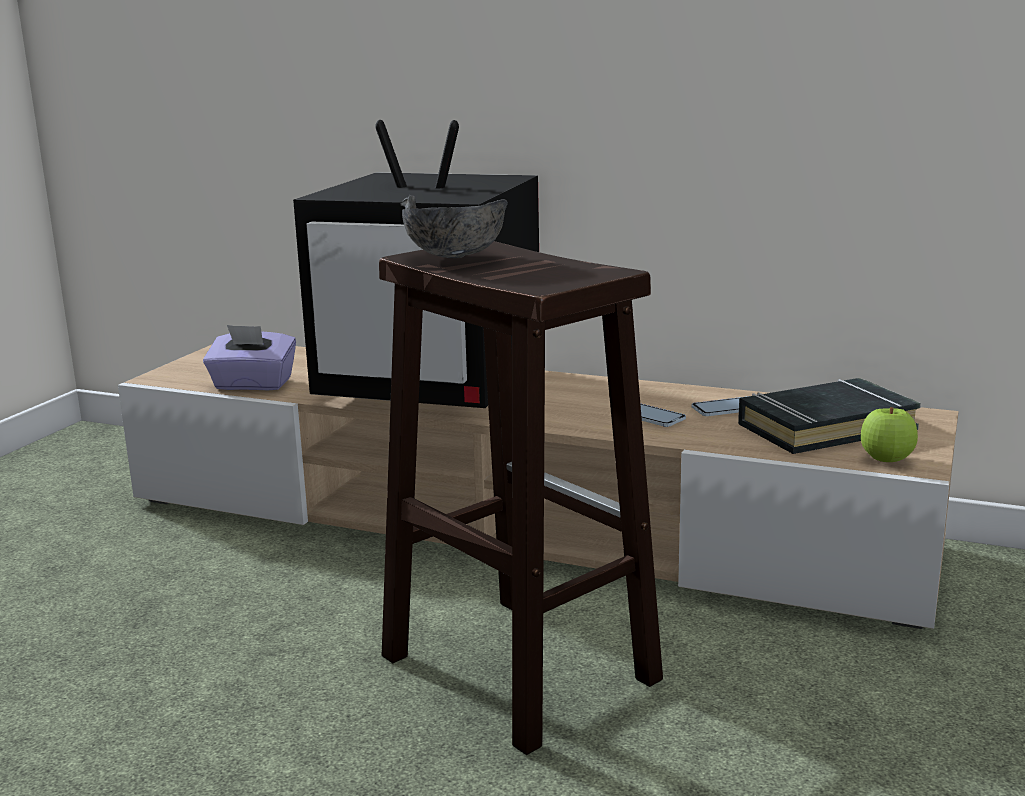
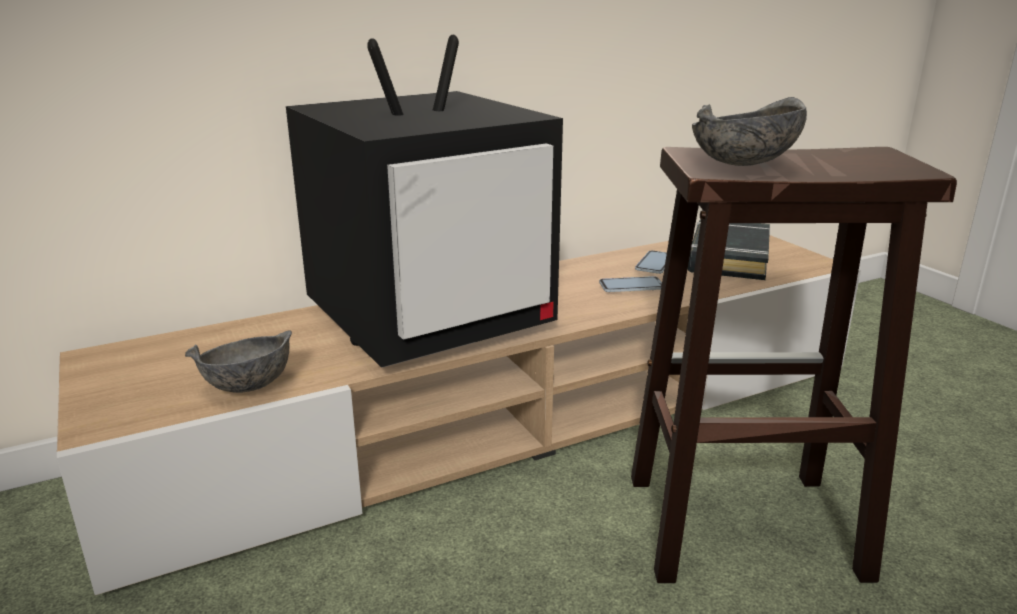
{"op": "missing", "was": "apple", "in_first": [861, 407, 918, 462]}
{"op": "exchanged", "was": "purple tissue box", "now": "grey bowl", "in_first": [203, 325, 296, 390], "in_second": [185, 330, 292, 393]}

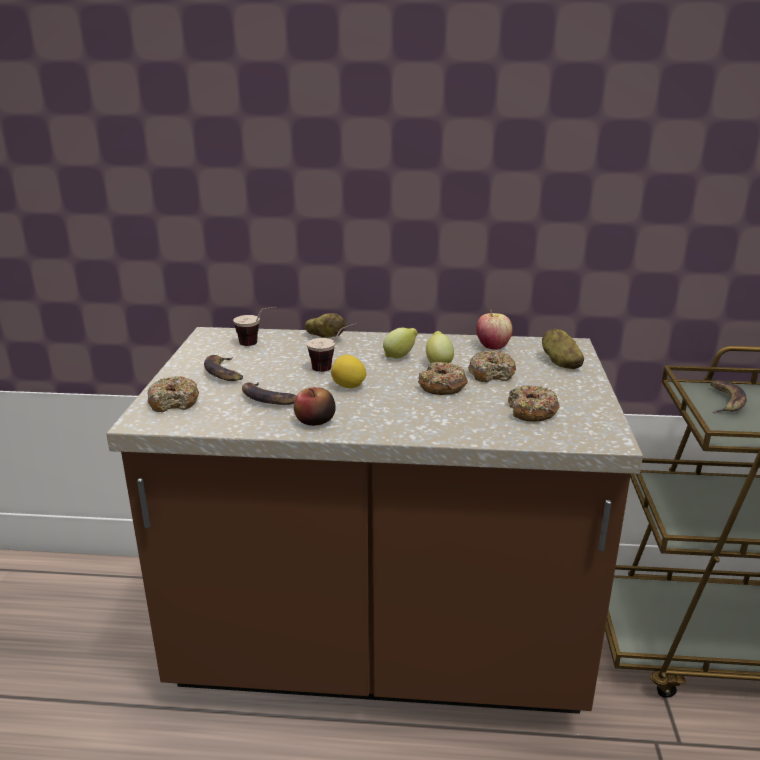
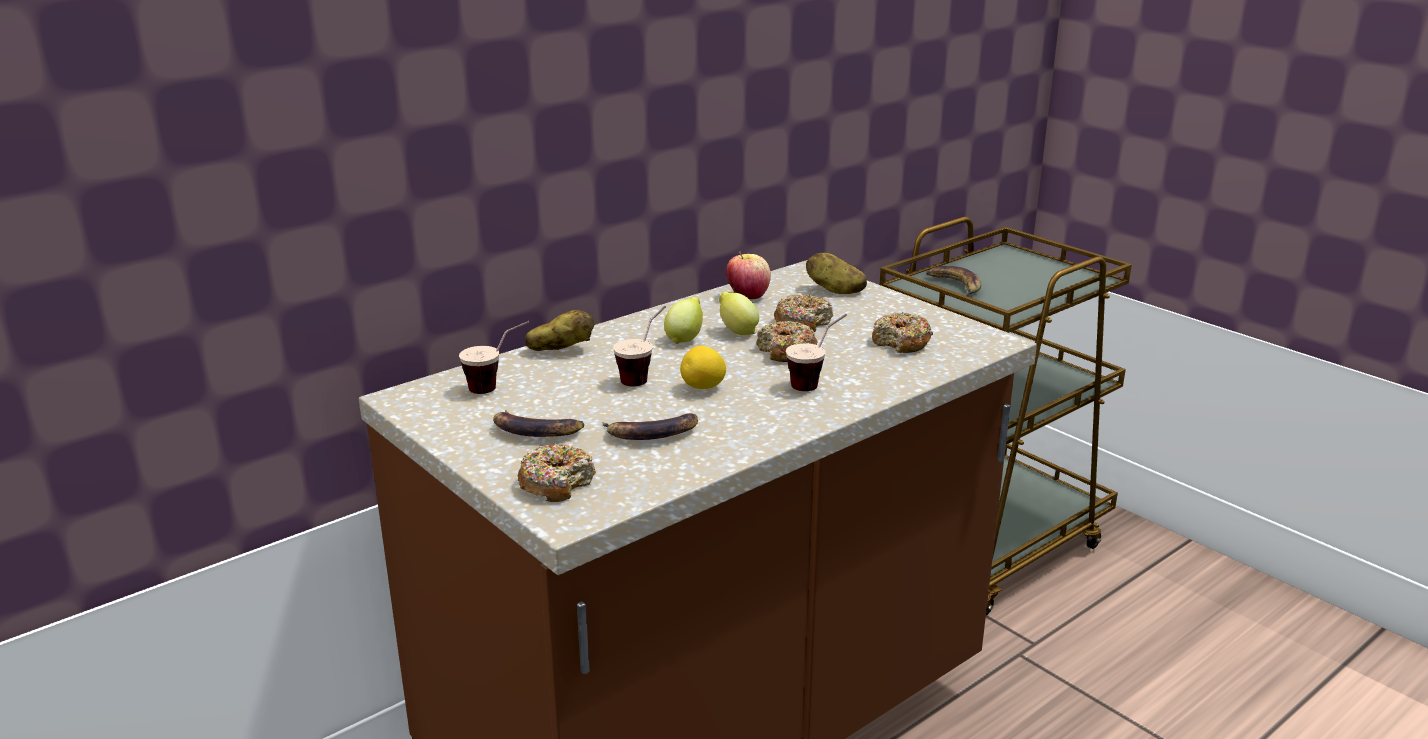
{"op": "missing", "was": "apple", "in_first": [294, 387, 336, 426]}
{"op": "appeared", "now": "cup", "in_second": [786, 314, 847, 391]}

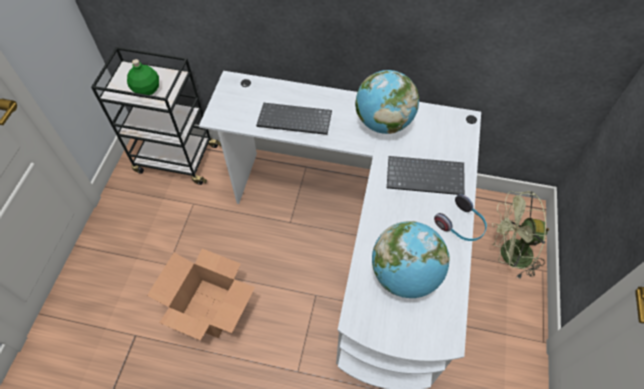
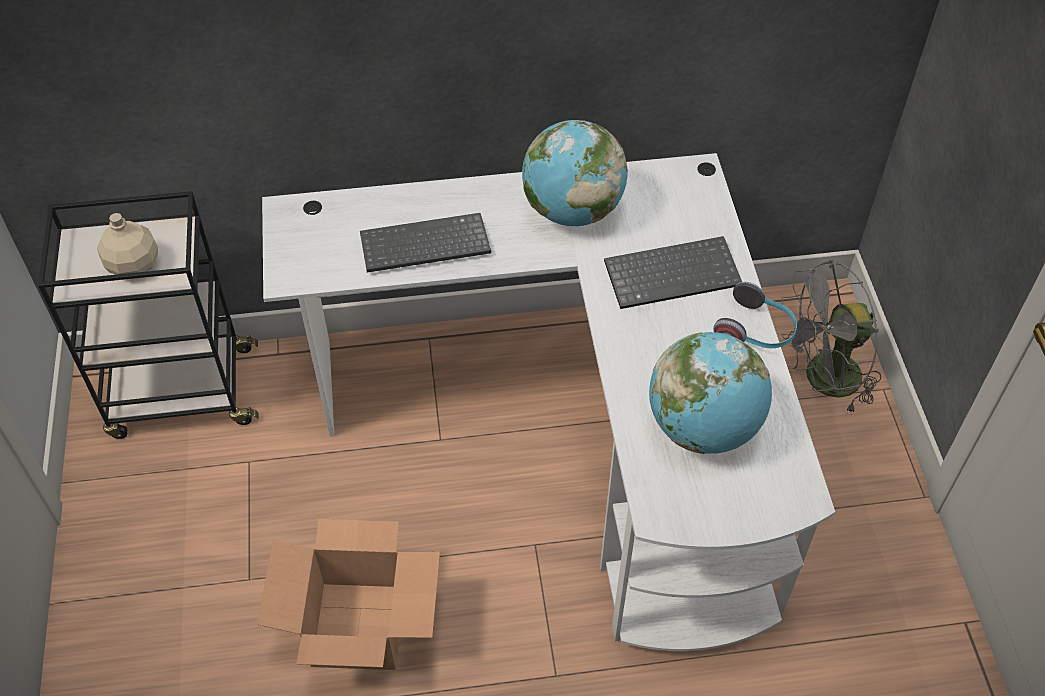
{"op": "colour", "was": "green bottle", "now": "beige bottle", "in_first": [127, 59, 159, 95], "in_second": [97, 213, 158, 275]}
{"op": "colour", "was": "green fan", "now": "grey fan", "in_first": [492, 191, 550, 280], "in_second": [781, 260, 881, 415]}

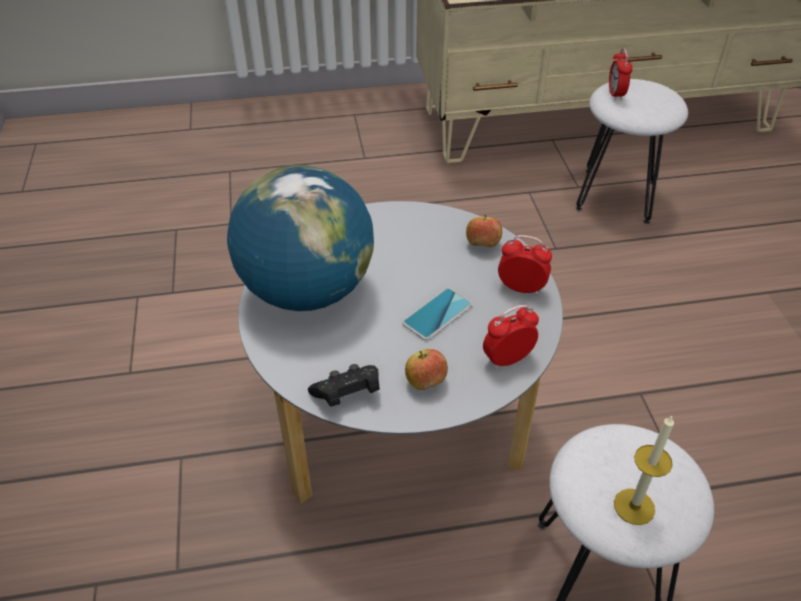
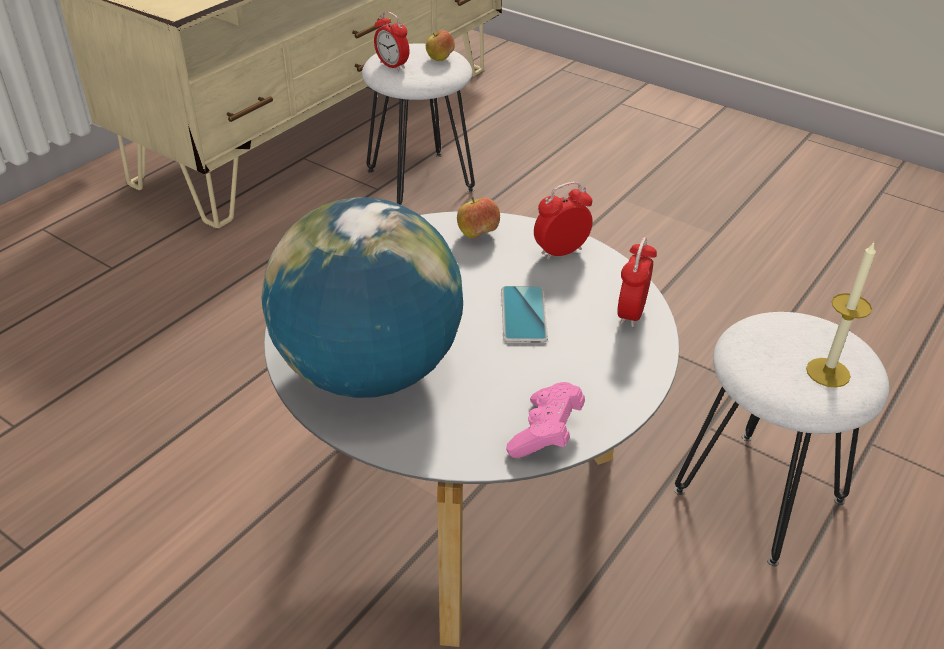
{"op": "relocated", "was": "apple", "in_first": [405, 349, 448, 390], "in_second": [426, 30, 455, 61]}
{"op": "colour", "was": "black game controller", "now": "pink game controller", "in_first": [308, 364, 380, 407], "in_second": [506, 382, 585, 458]}

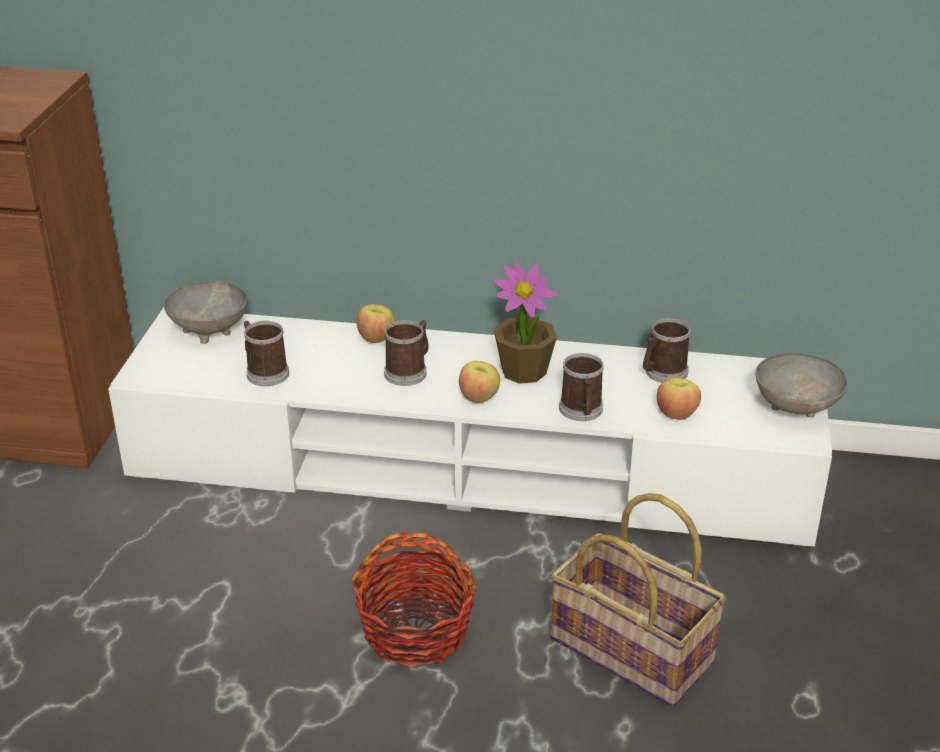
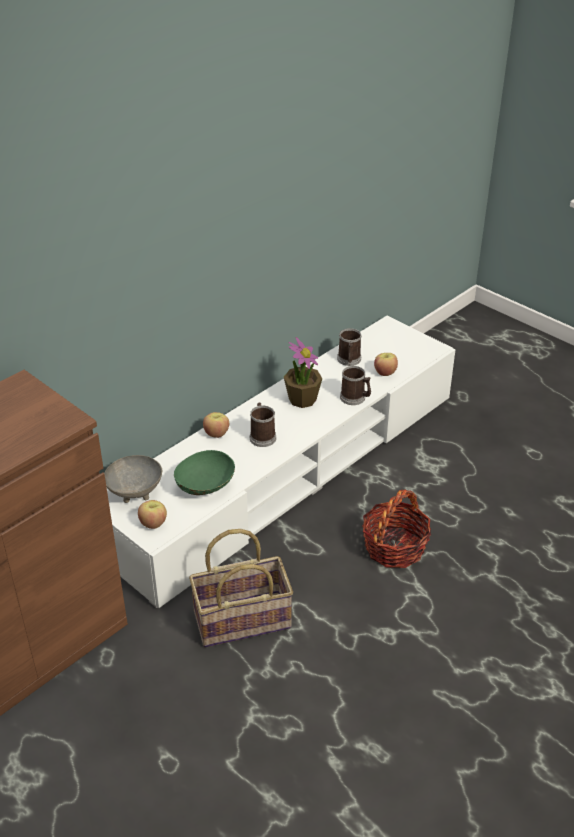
{"op": "missing", "was": "grey bowl", "in_first": [755, 353, 848, 417]}
{"op": "relocated", "was": "apple", "in_first": [459, 361, 500, 403], "in_second": [138, 500, 167, 529]}
{"op": "relocated", "was": "basket", "in_first": [551, 493, 727, 707], "in_second": [189, 529, 293, 647]}
{"op": "exchanged", "was": "mug", "now": "green bowl", "in_first": [244, 321, 289, 386], "in_second": [174, 450, 235, 495]}

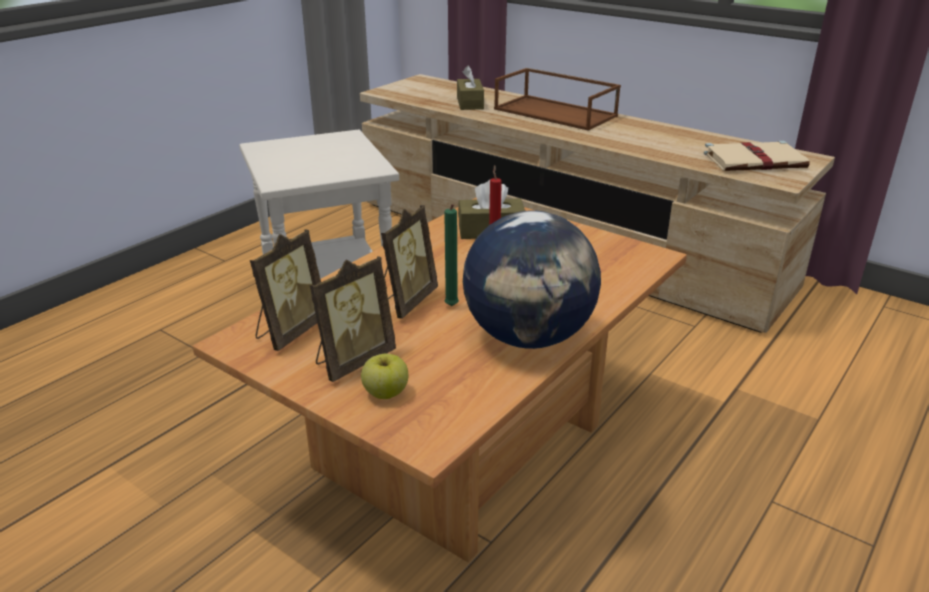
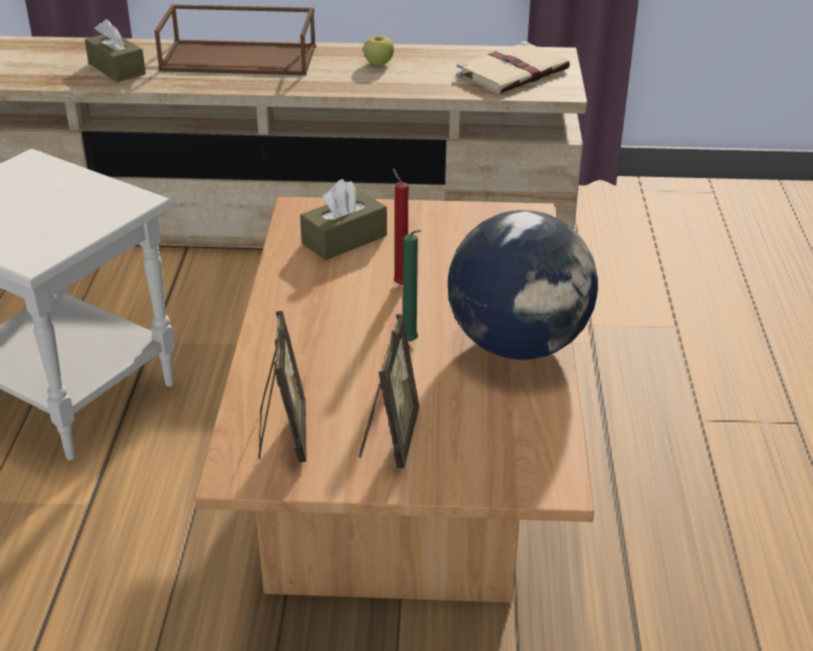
{"op": "missing", "was": "picture frame", "in_first": [381, 205, 438, 319]}
{"op": "relocated", "was": "apple", "in_first": [361, 354, 408, 399], "in_second": [363, 35, 394, 65]}

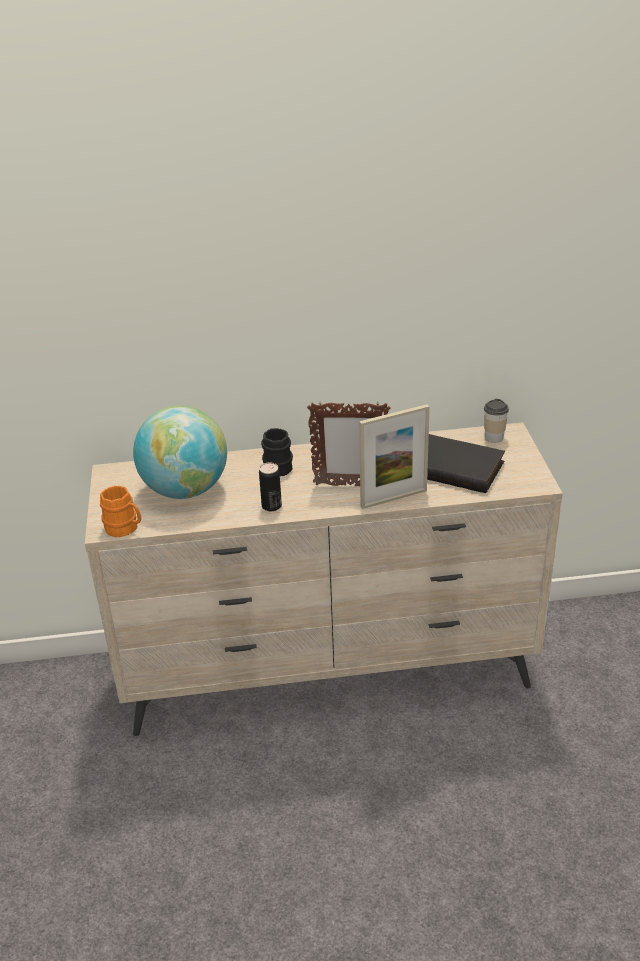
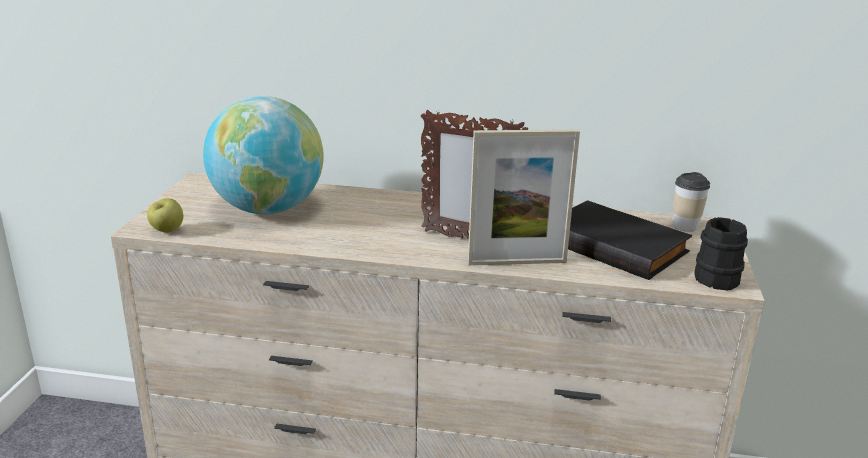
{"op": "missing", "was": "can", "in_first": [259, 462, 282, 511]}
{"op": "relocated", "was": "black mug", "in_first": [261, 428, 293, 476], "in_second": [694, 217, 748, 291]}
{"op": "exchanged", "was": "orange mug", "now": "apple", "in_first": [100, 485, 141, 537], "in_second": [147, 198, 183, 233]}

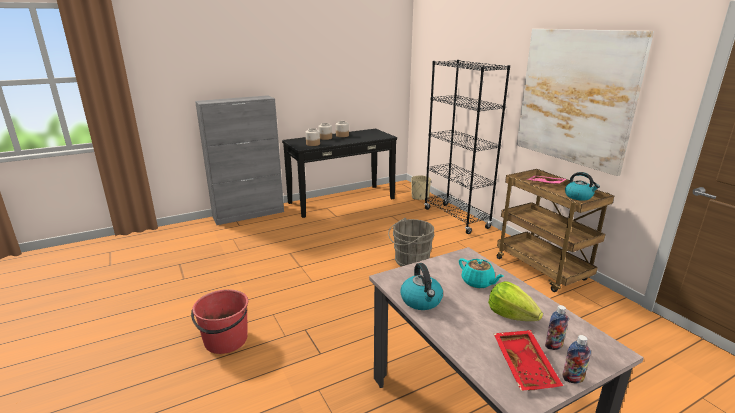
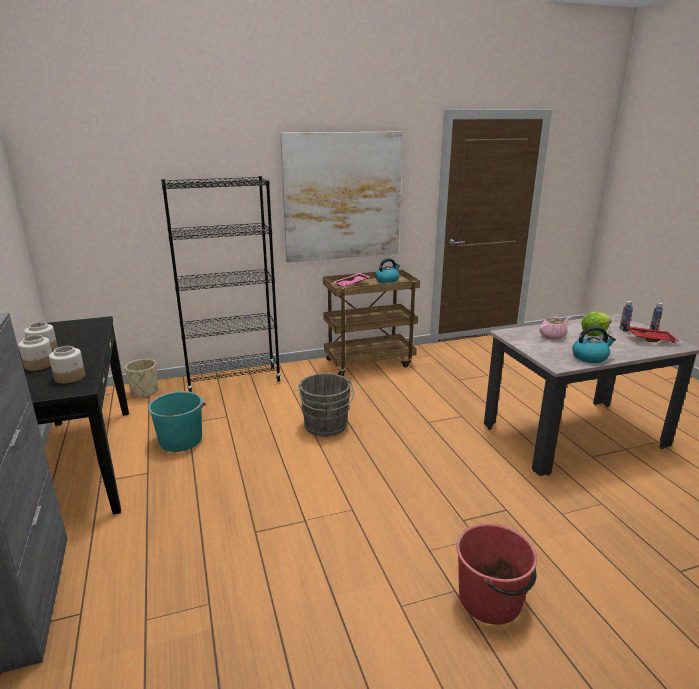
{"op": "appeared", "now": "turquoise bucket", "in_second": [148, 391, 206, 452]}
{"op": "colour", "was": "turquoise teapot", "now": "pink teapot", "in_first": [459, 258, 504, 288], "in_second": [539, 316, 570, 339]}

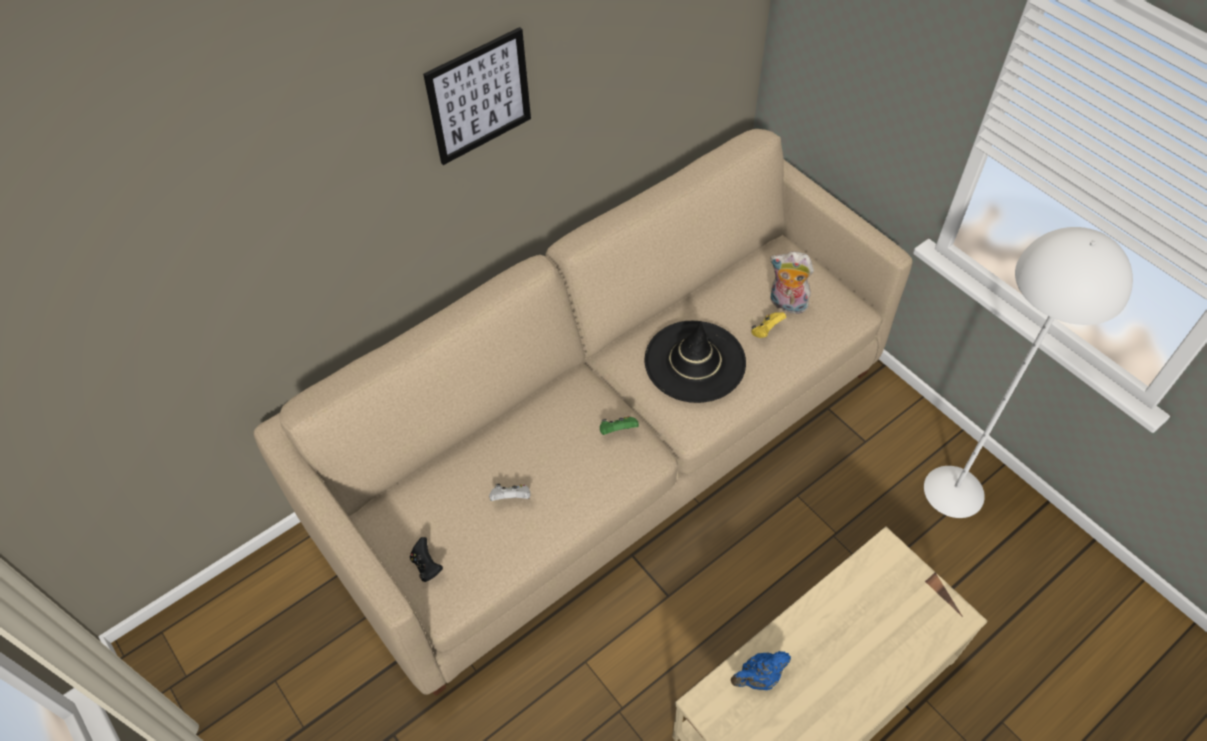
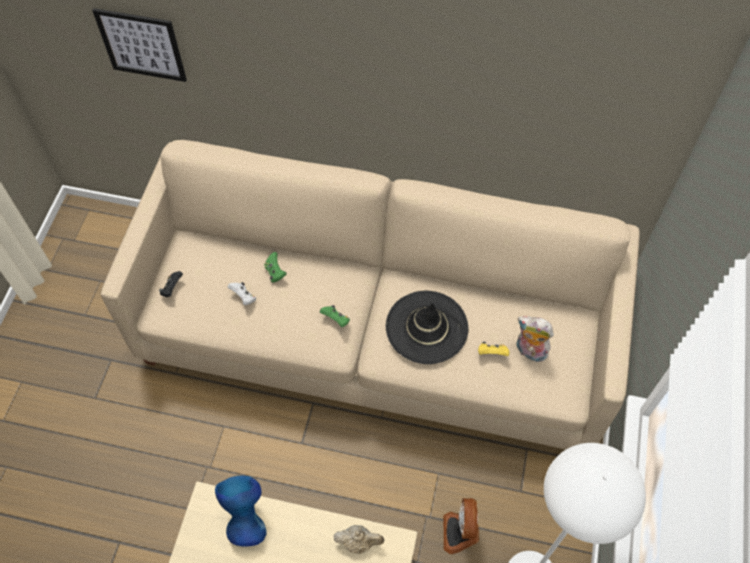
{"op": "appeared", "now": "green game controller", "in_second": [264, 252, 287, 283]}
{"op": "appeared", "now": "beige teapot", "in_second": [333, 525, 384, 554]}
{"op": "appeared", "now": "fan", "in_second": [443, 498, 479, 554]}
{"op": "relocated", "was": "picture", "in_first": [423, 27, 531, 165], "in_second": [92, 8, 187, 82]}
{"op": "exchanged", "was": "blue teapot", "now": "blue vase", "in_first": [731, 651, 791, 690], "in_second": [215, 476, 267, 546]}
{"op": "spun", "was": "plush toy", "in_first": [770, 251, 814, 316], "in_second": [517, 316, 554, 362], "clockwise": -45}

